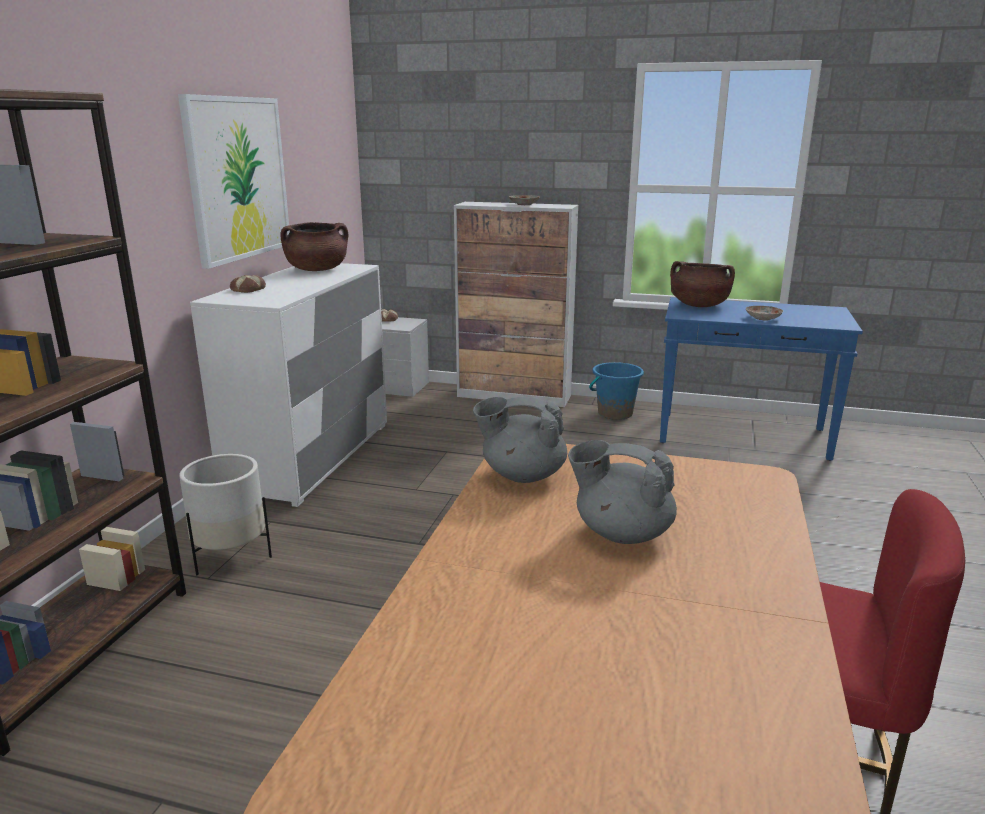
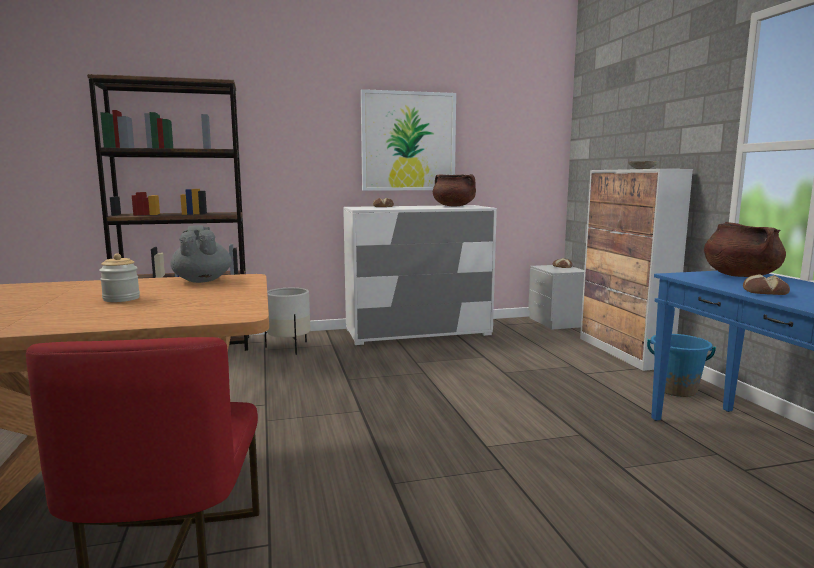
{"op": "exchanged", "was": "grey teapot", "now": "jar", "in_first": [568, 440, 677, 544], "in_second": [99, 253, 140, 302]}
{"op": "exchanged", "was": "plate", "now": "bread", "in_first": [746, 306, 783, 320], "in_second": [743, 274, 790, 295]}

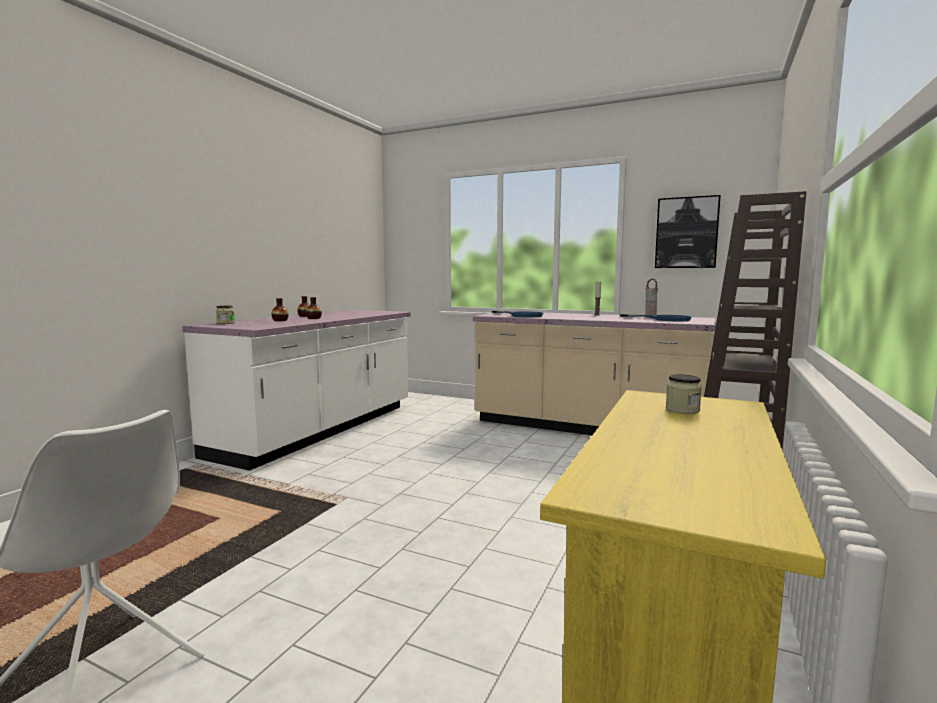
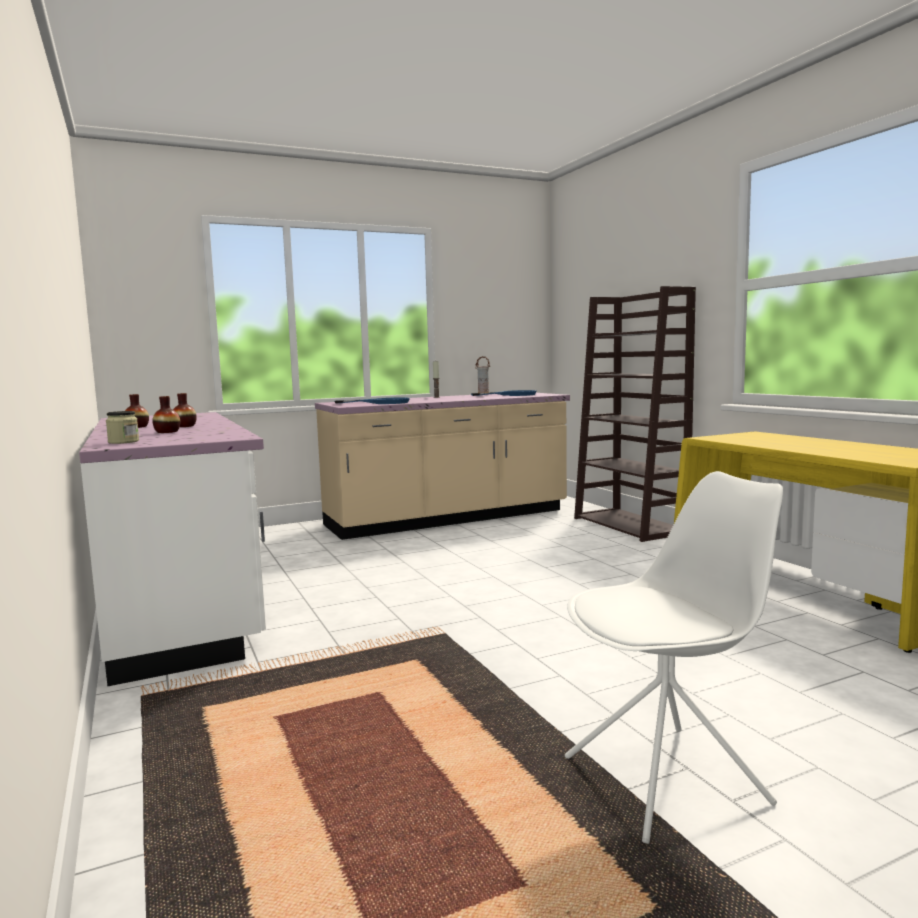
{"op": "missing", "was": "picture", "in_first": [655, 195, 721, 268]}
{"op": "missing", "was": "jar", "in_first": [666, 374, 702, 414]}

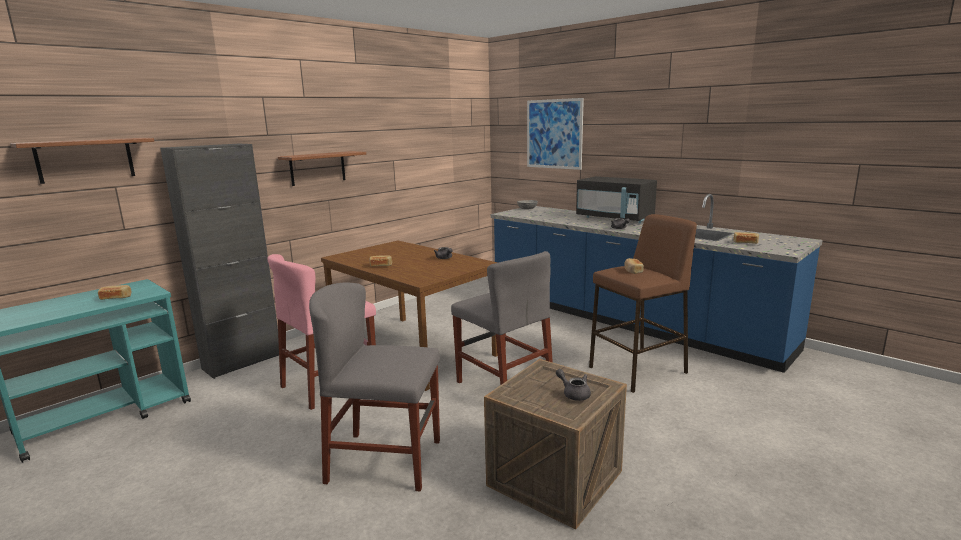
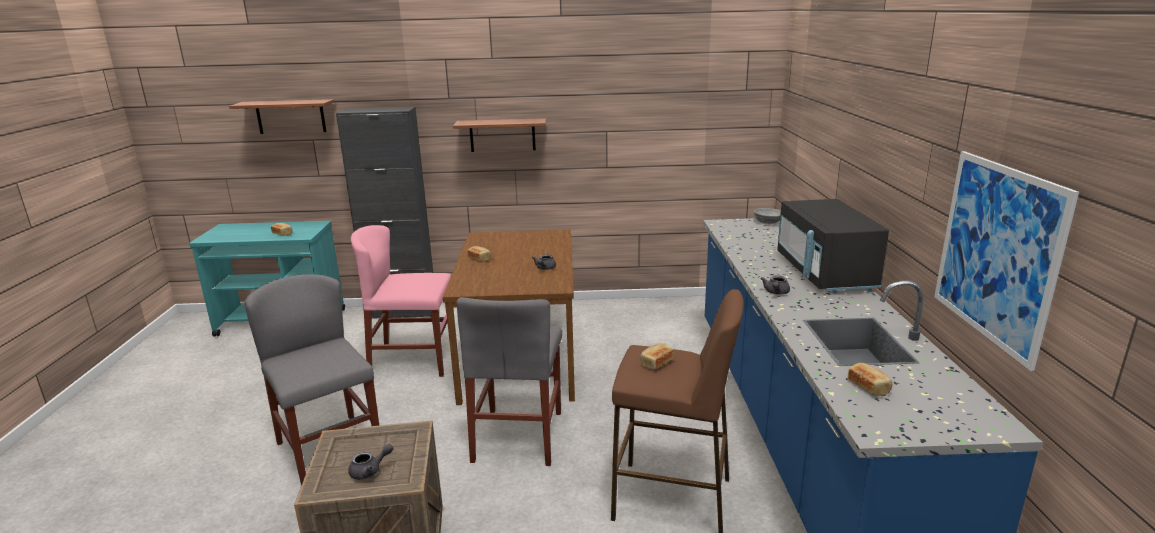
{"op": "relocated", "was": "picture", "in_first": [527, 98, 584, 170], "in_second": [934, 151, 1079, 371]}
{"op": "spun", "was": "grey teapot", "in_first": [556, 369, 591, 401], "in_second": [348, 444, 393, 480], "clockwise": 60}

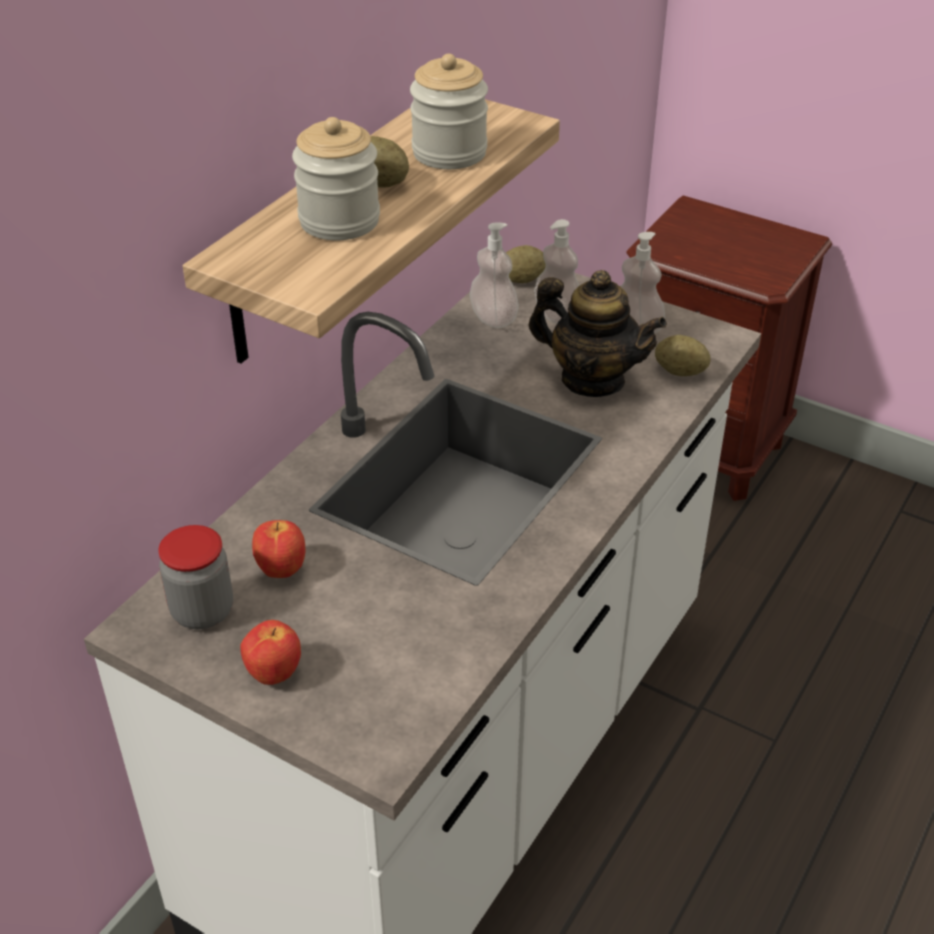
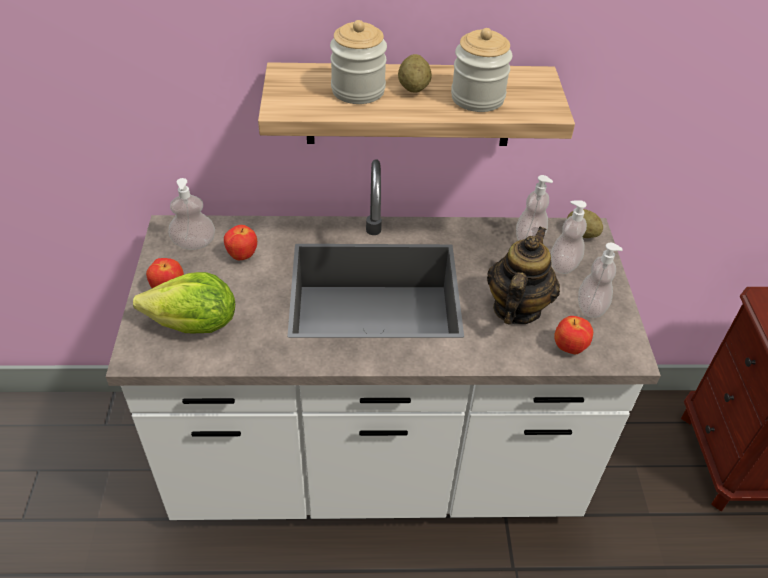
{"op": "appeared", "now": "lettuce", "in_second": [133, 272, 235, 333]}
{"op": "exchanged", "was": "jar", "now": "soap dispenser", "in_first": [158, 525, 233, 629], "in_second": [169, 178, 215, 250]}
{"op": "exchanged", "was": "potato", "now": "apple", "in_first": [655, 335, 710, 376], "in_second": [554, 316, 593, 355]}
{"op": "spun", "was": "teapot", "in_first": [529, 270, 667, 397], "in_second": [487, 227, 560, 325], "clockwise": -150}

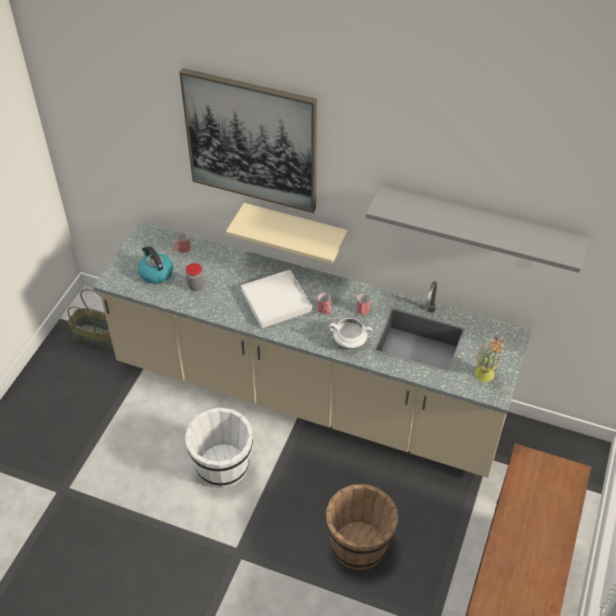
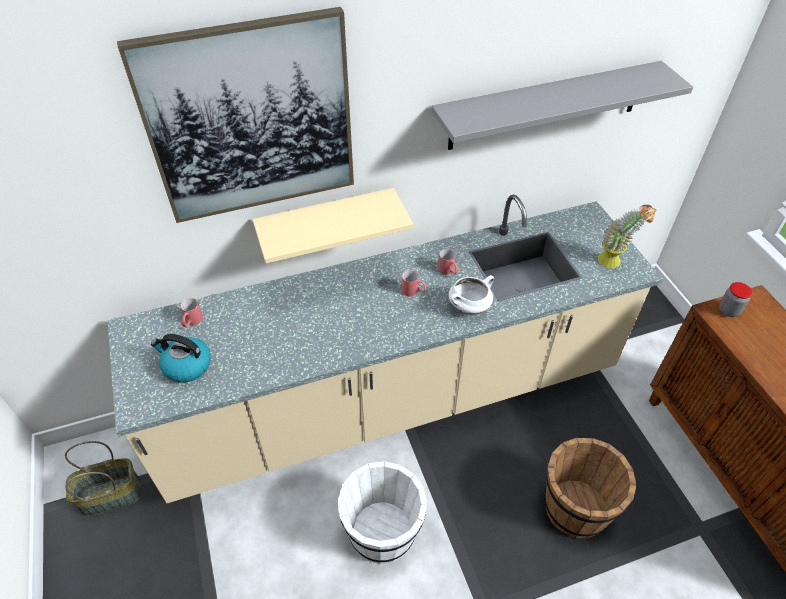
{"op": "missing", "was": "white tray", "in_first": [241, 270, 312, 328]}
{"op": "relocated", "was": "jar", "in_first": [185, 263, 204, 291], "in_second": [719, 282, 753, 317]}

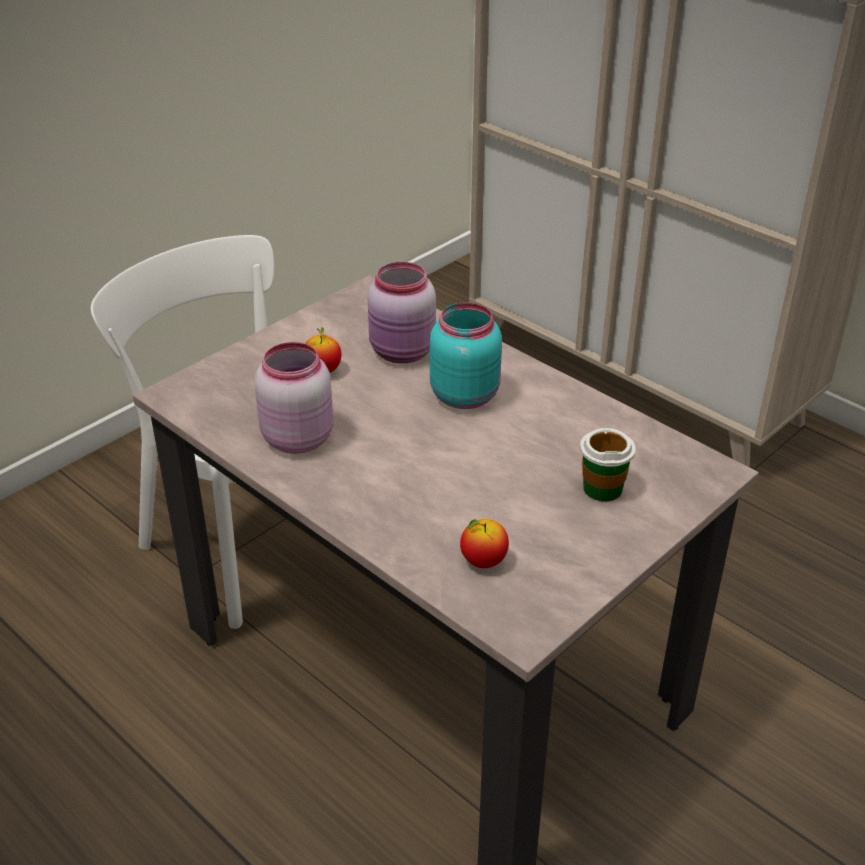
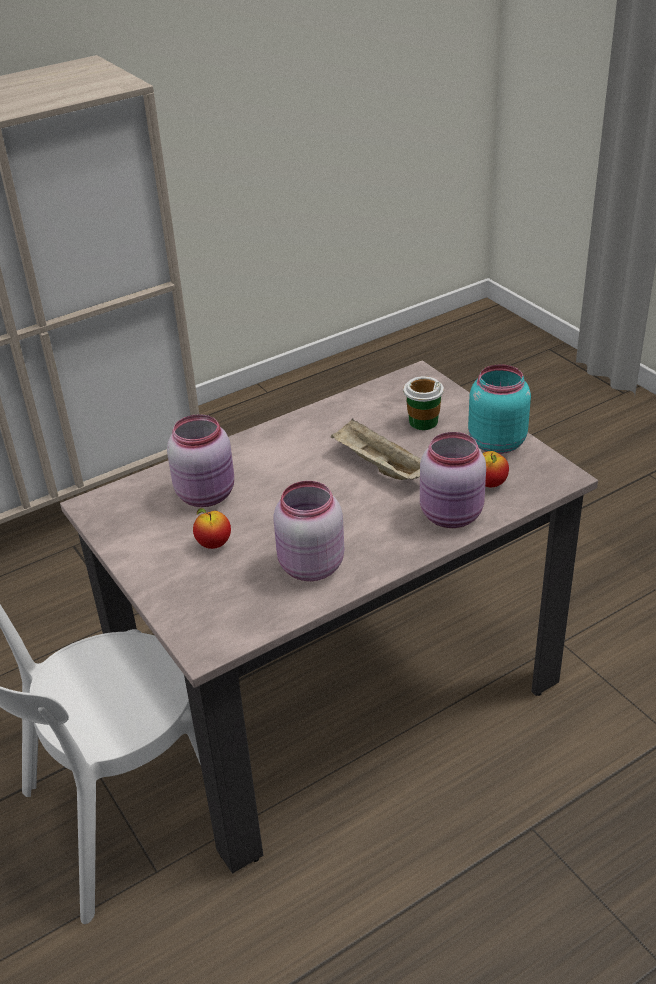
{"op": "appeared", "now": "beige tray", "in_second": [331, 419, 421, 480]}
{"op": "appeared", "now": "pink jar", "in_second": [420, 432, 486, 528]}
{"op": "relocated", "was": "turquoise jar", "in_first": [430, 303, 502, 409], "in_second": [468, 364, 531, 454]}

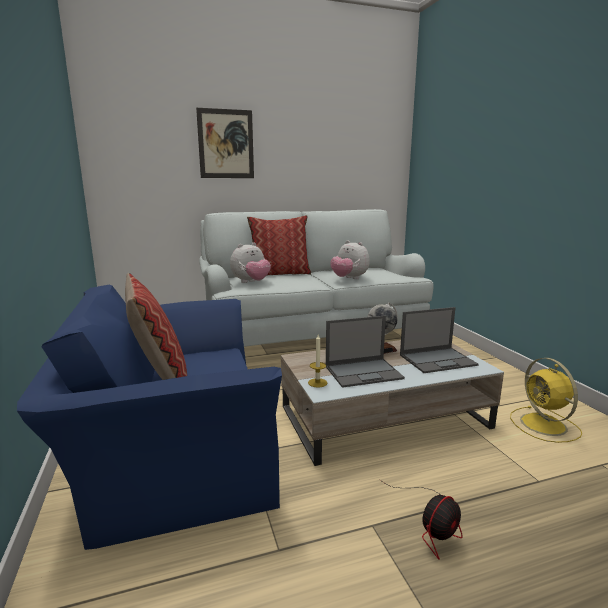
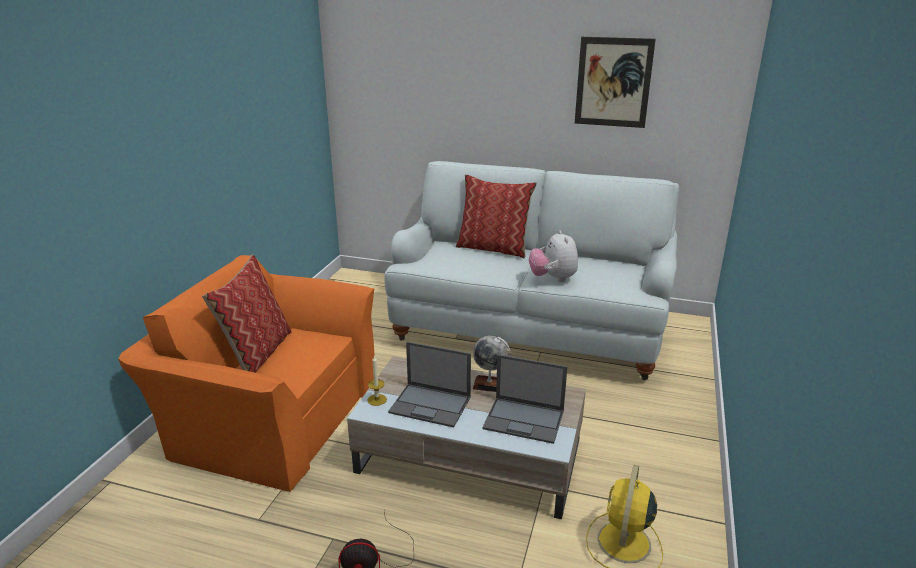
{"op": "missing", "was": "plush toy", "in_first": [230, 242, 271, 283]}
{"op": "relocated", "was": "picture", "in_first": [196, 108, 254, 178], "in_second": [575, 37, 656, 128]}
{"op": "colour", "was": "blue armchair", "now": "orange armchair", "in_first": [17, 285, 282, 550], "in_second": [118, 255, 375, 492]}

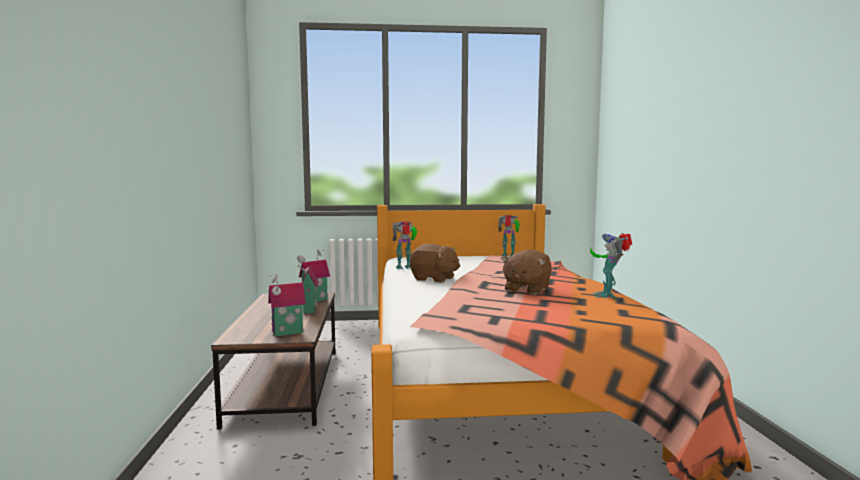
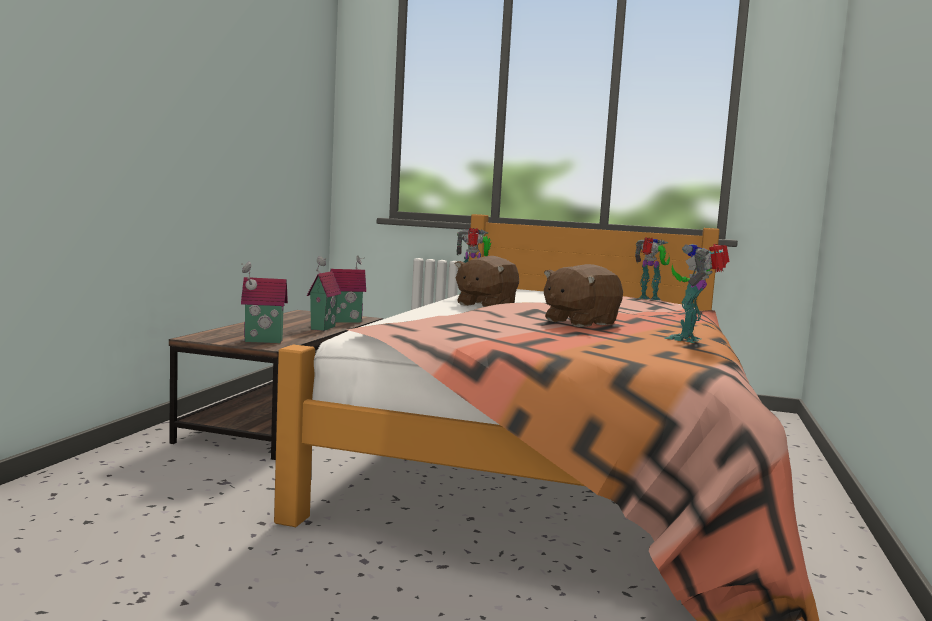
{"op": "spun", "was": "brown plush toy", "in_first": [410, 244, 460, 283], "in_second": [455, 256, 519, 307], "clockwise": 75}

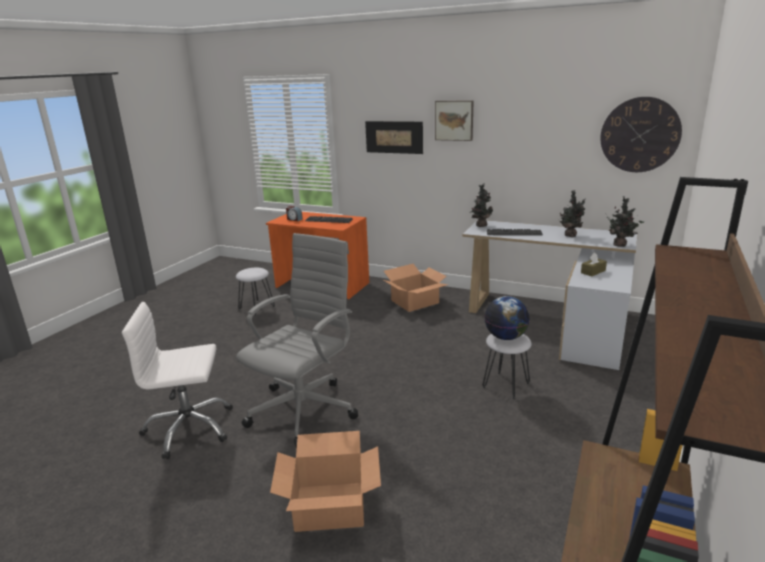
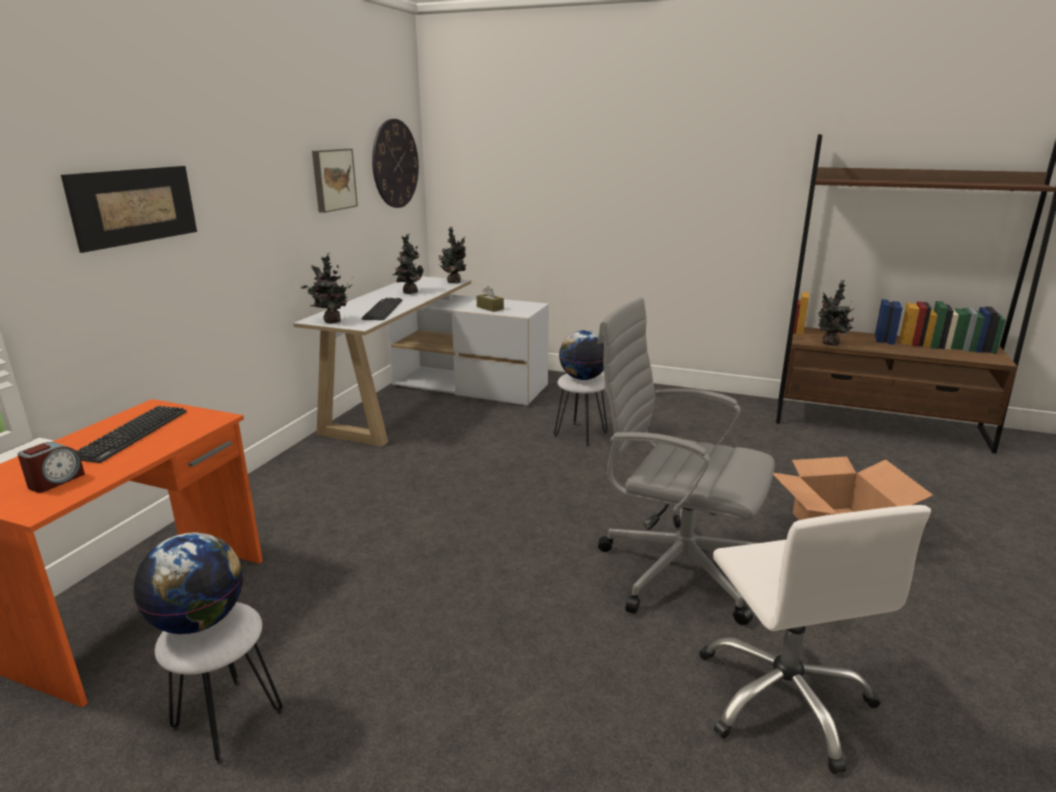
{"op": "missing", "was": "cardboard box", "in_first": [383, 264, 448, 312]}
{"op": "appeared", "now": "globe", "in_second": [134, 532, 243, 634]}
{"op": "appeared", "now": "potted plant", "in_second": [818, 280, 854, 346]}
{"op": "relocated", "was": "picture", "in_first": [435, 100, 473, 141], "in_second": [312, 149, 358, 213]}

